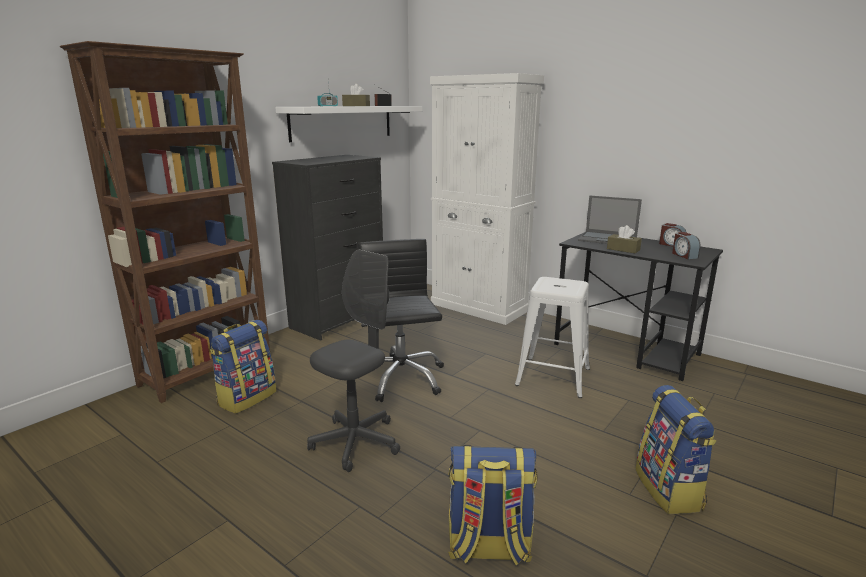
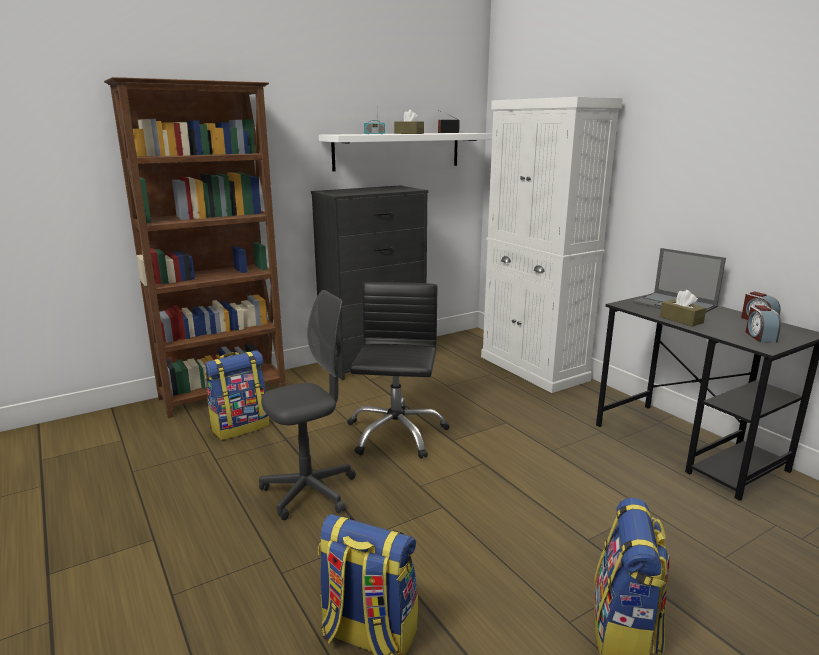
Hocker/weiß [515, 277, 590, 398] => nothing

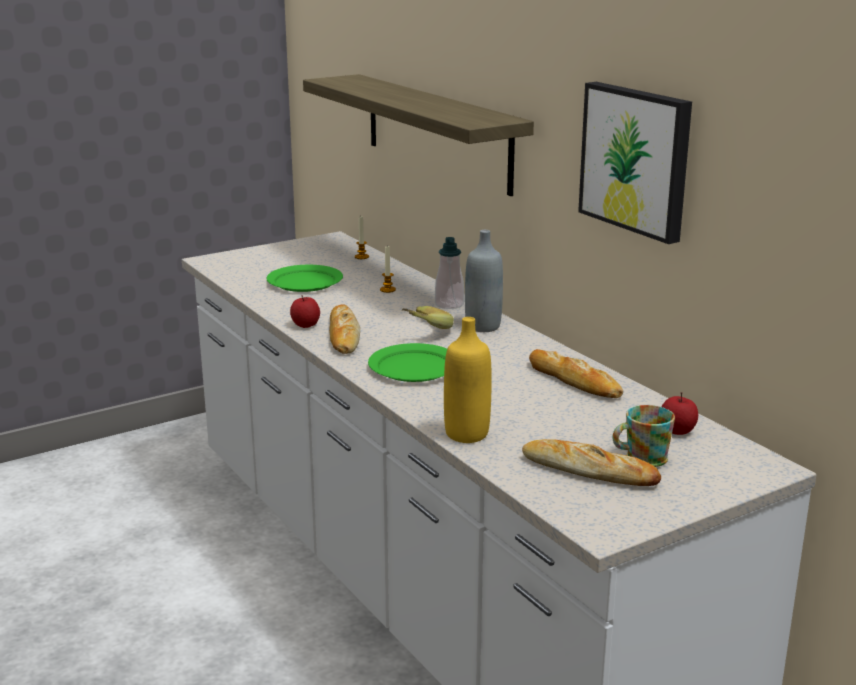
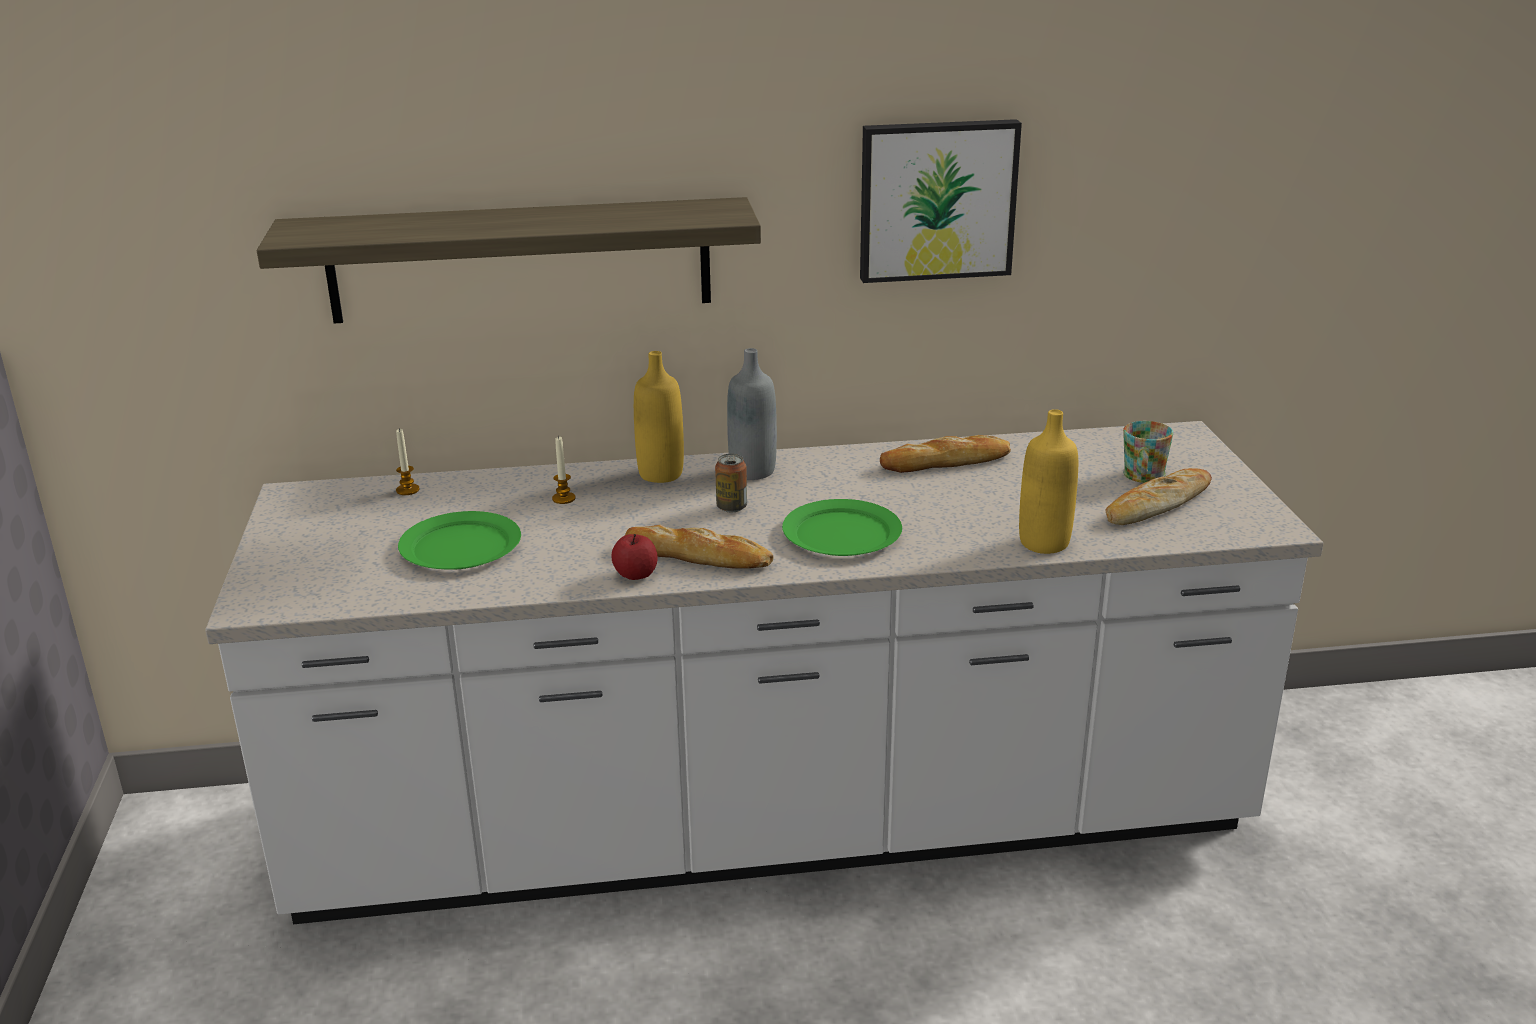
Seifenspender [435, 237, 464, 309] => Flasche/gelb [634, 351, 684, 483]
Banane [402, 306, 454, 329] => Dose [715, 454, 747, 512]
Apfel [662, 392, 698, 435] => nothing

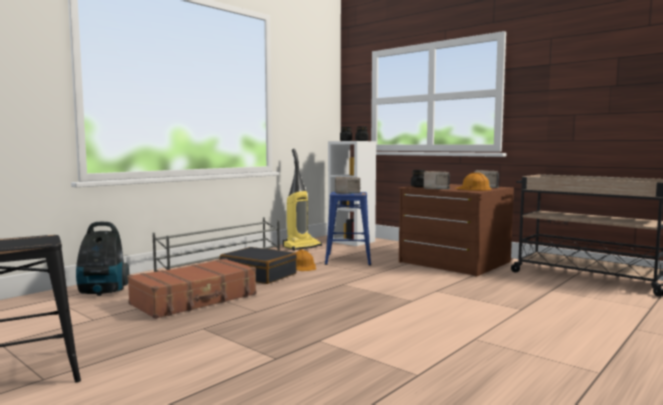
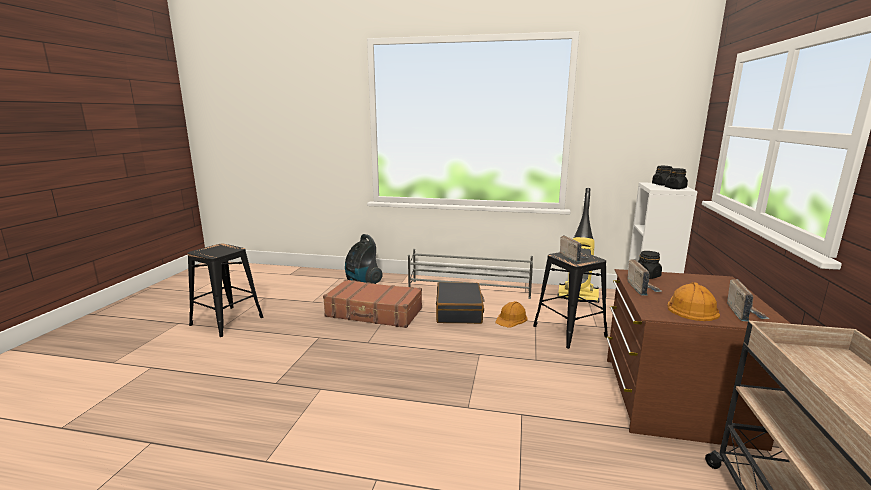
Hocker/blau [325, 192, 371, 265] => Hocker/schwarz [533, 251, 608, 349]

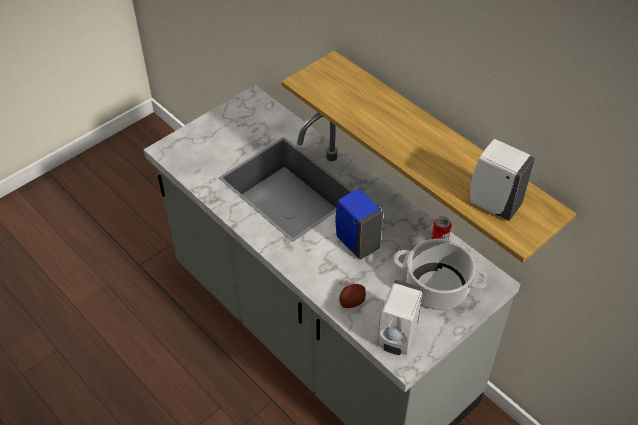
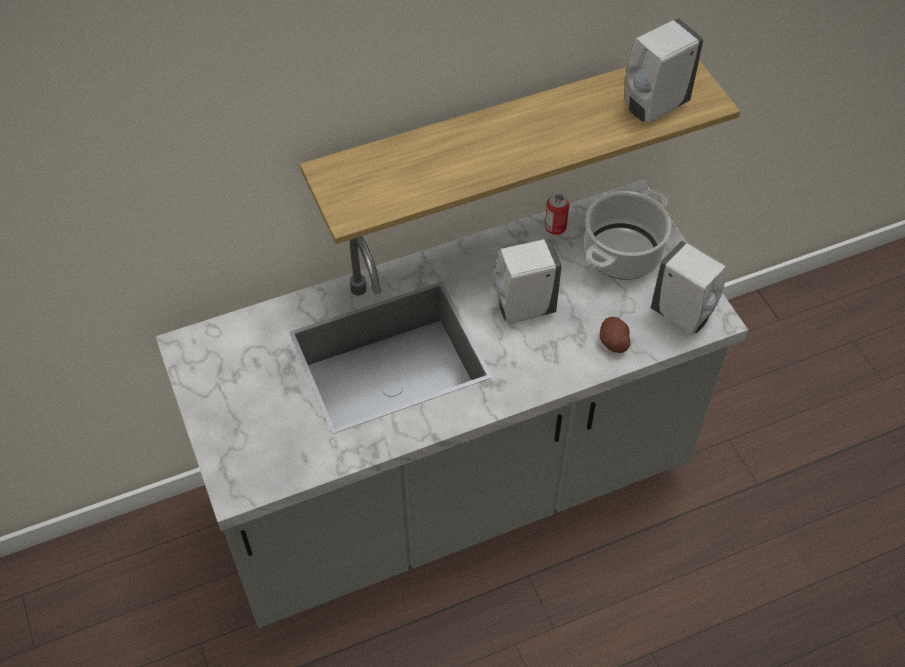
Seifenspender/blau [336, 189, 383, 260] => Seifenspender/weiß [495, 239, 561, 324]

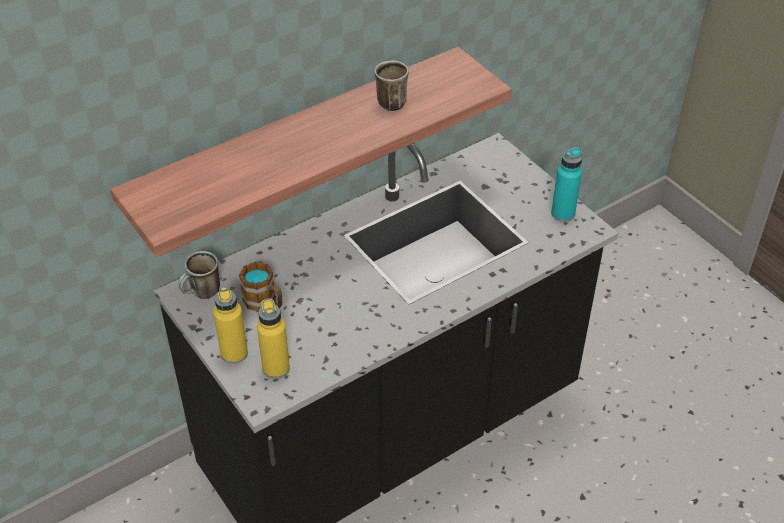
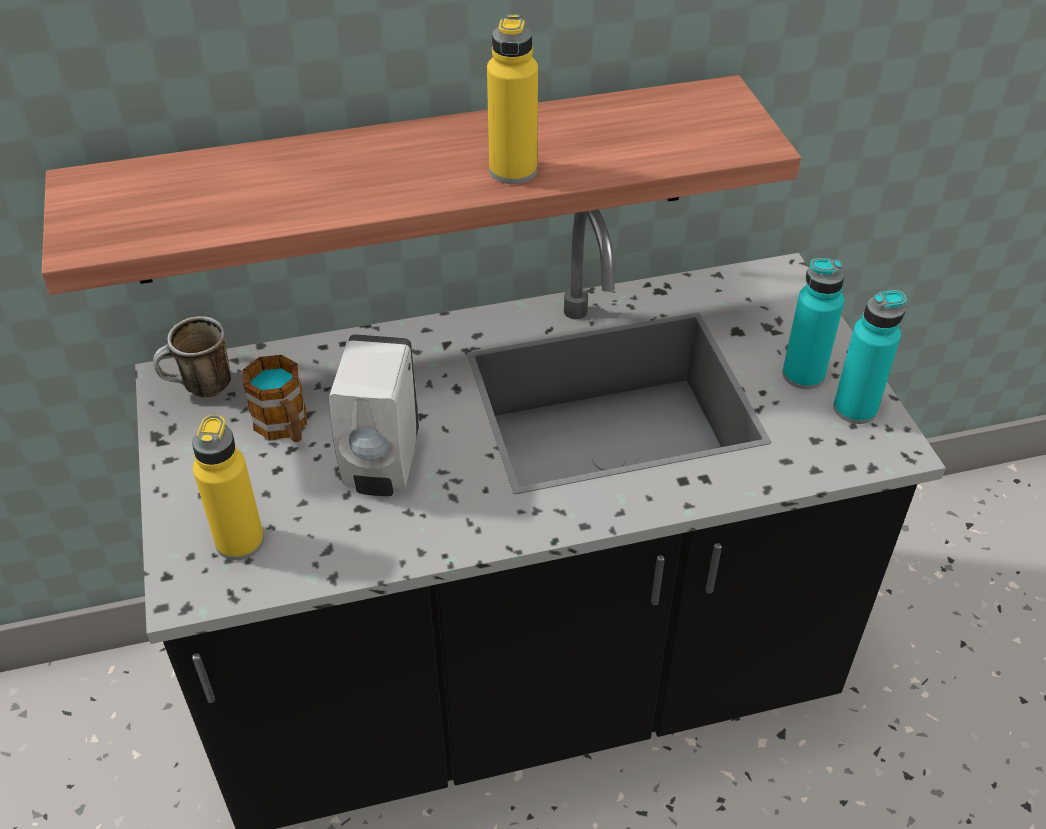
Henkelbecher [374, 60, 409, 111] => nothing
Flasche/gelb [213, 287, 248, 364] => Flasche/gelb [487, 14, 538, 184], move
nothing => Flasche/türkis [782, 258, 844, 389]
nothing => Seifenspender/weiß [329, 334, 419, 496]

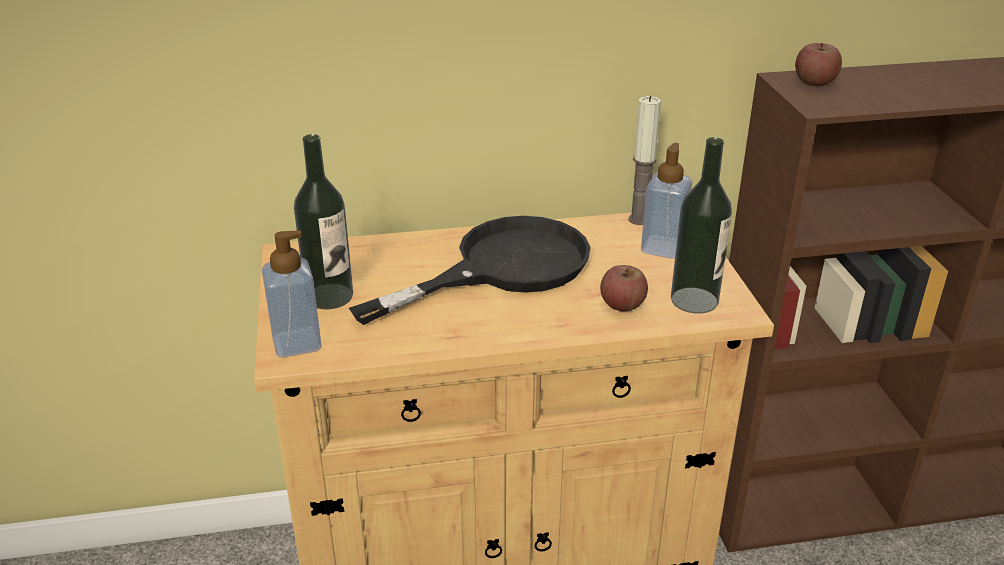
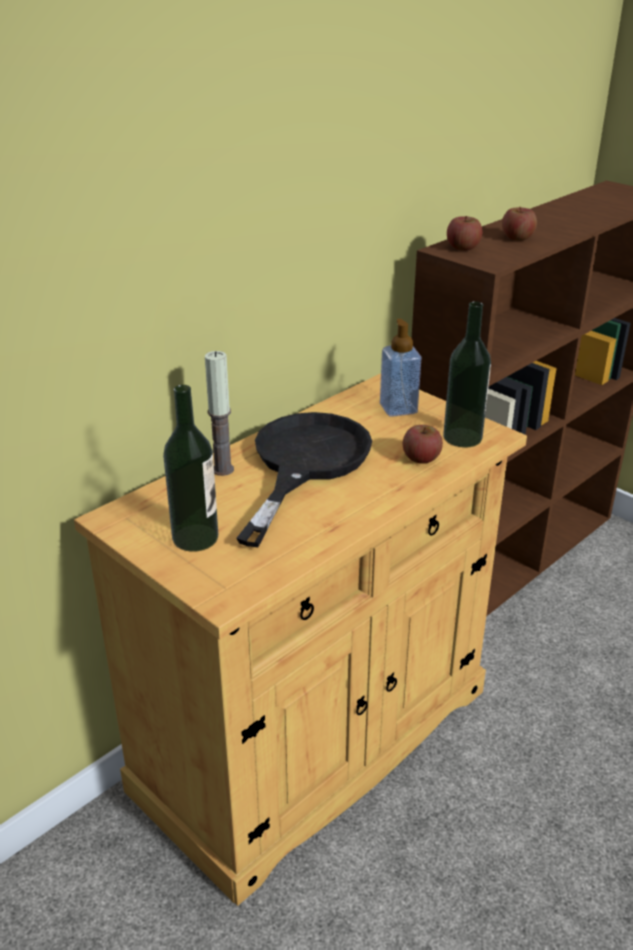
Kerze [628, 96, 661, 225] => Kerze [205, 351, 234, 476], move
Seifenspender [262, 230, 322, 358] => nothing
nothing => Apfel [502, 207, 537, 241]

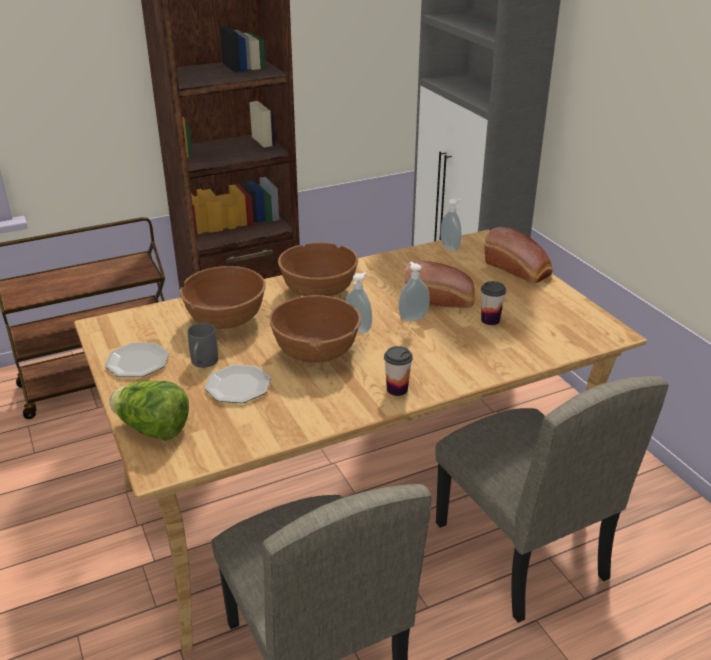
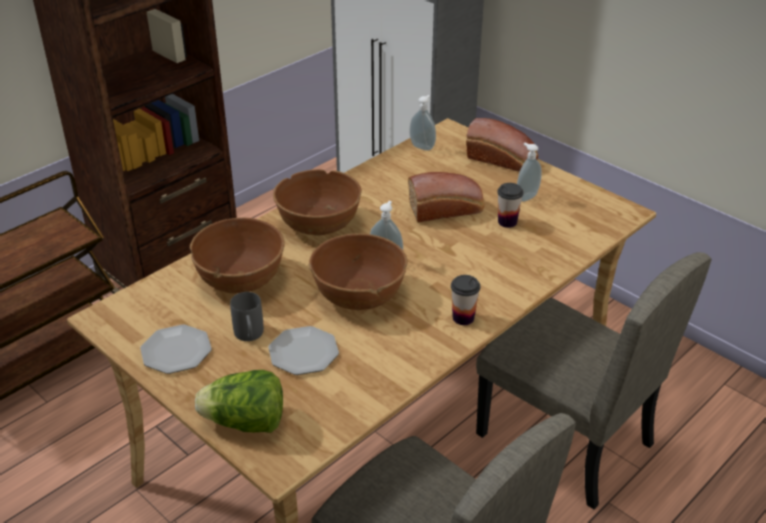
Seifenspender [399, 262, 430, 321] => Seifenspender [517, 143, 542, 202], move

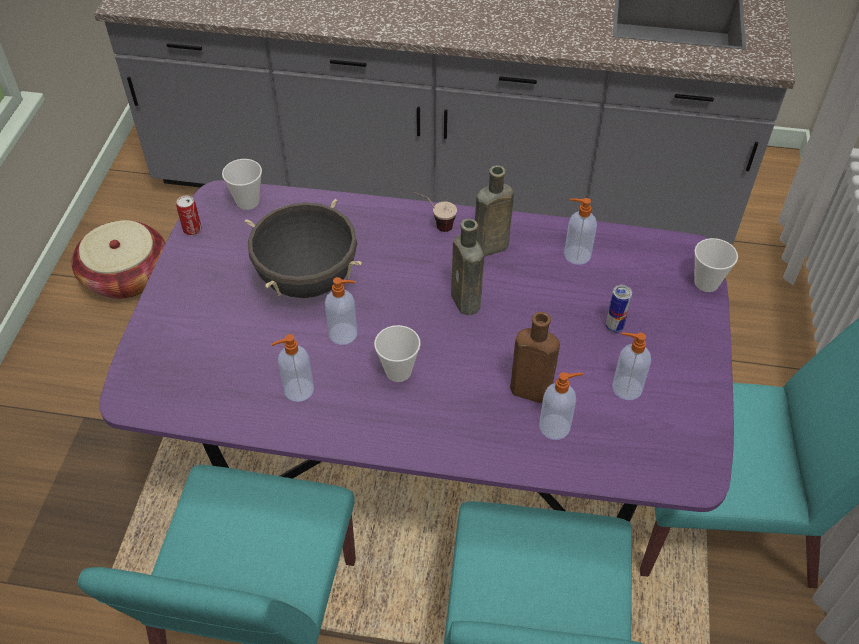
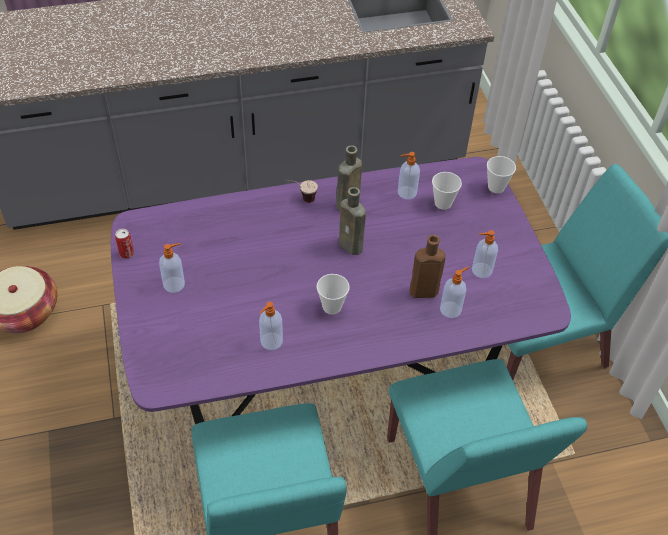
Tasse [222, 159, 262, 210] => Tasse [432, 172, 462, 210], move
Kochtopf/schwarz [245, 199, 362, 298] => nothing
Seifenspender [325, 277, 358, 345] => Seifenspender [159, 243, 185, 293], move
Dose [606, 285, 632, 333] => nothing

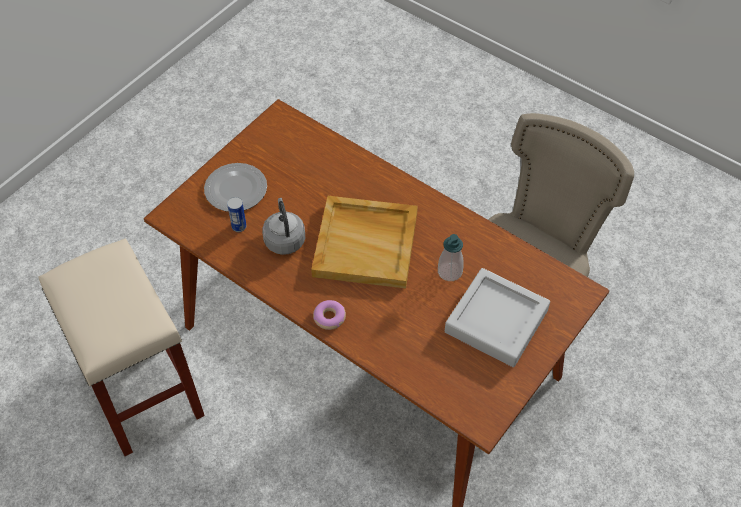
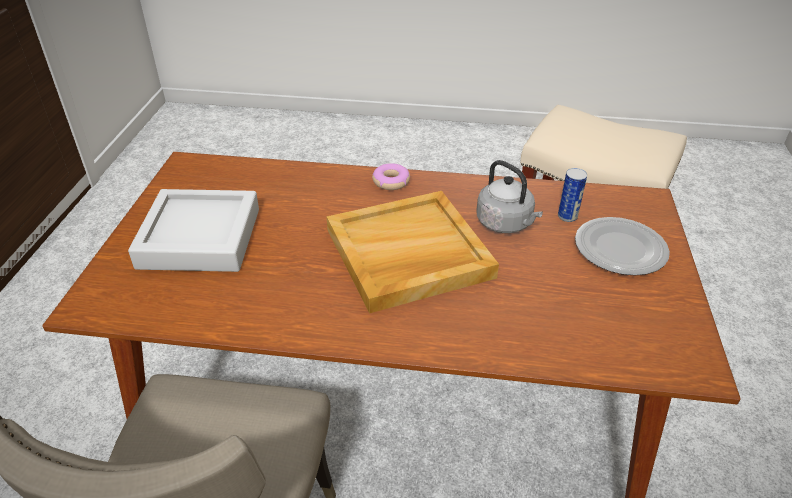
Seifenspender [438, 234, 463, 281] => nothing

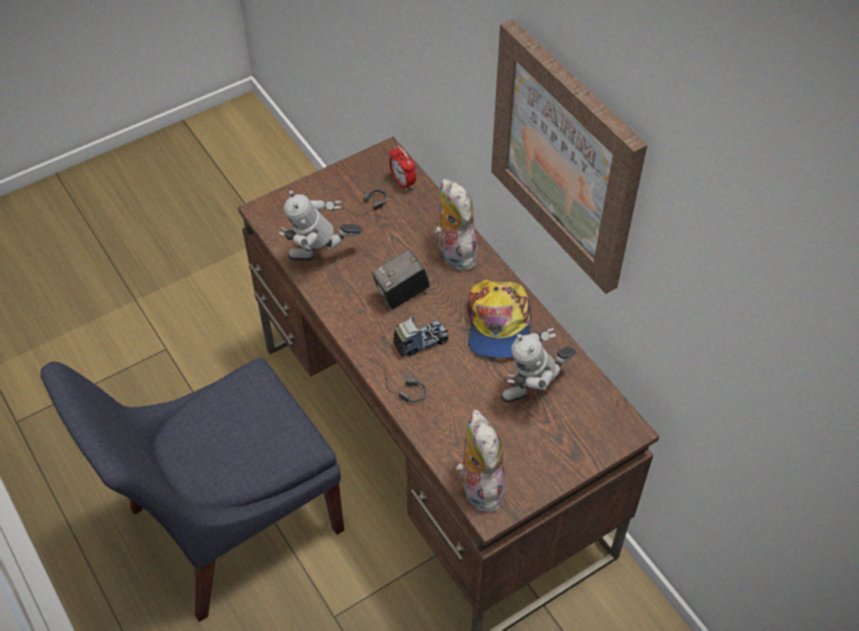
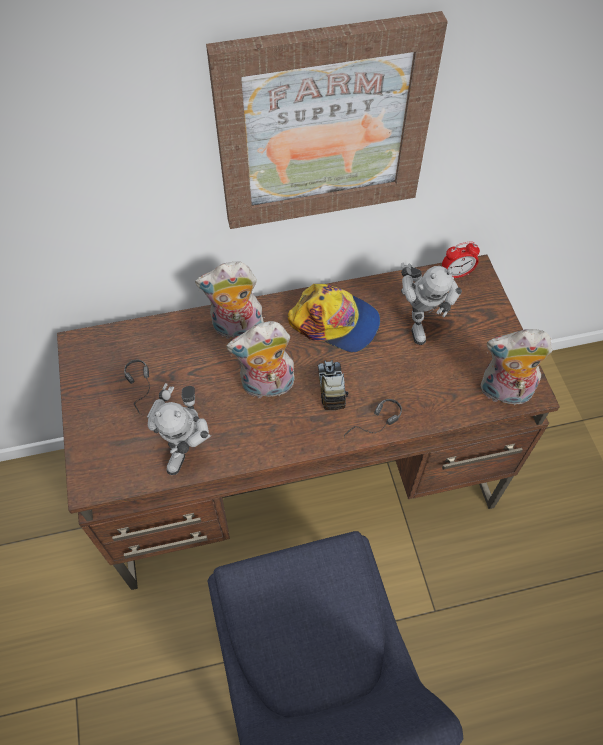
Wecker [389, 146, 416, 191] => Wecker [442, 241, 480, 278], move
Kamera [372, 249, 430, 309] => Plüschtier [226, 321, 295, 400]

